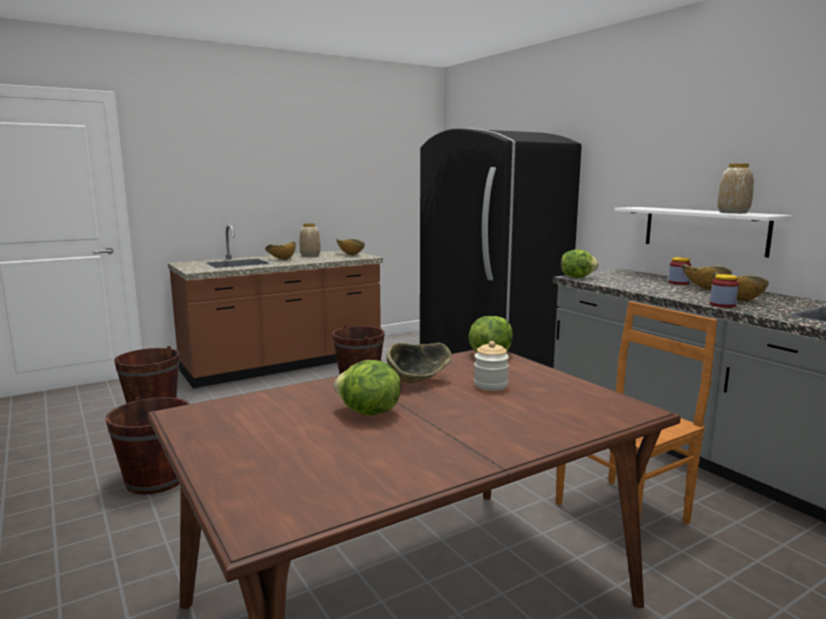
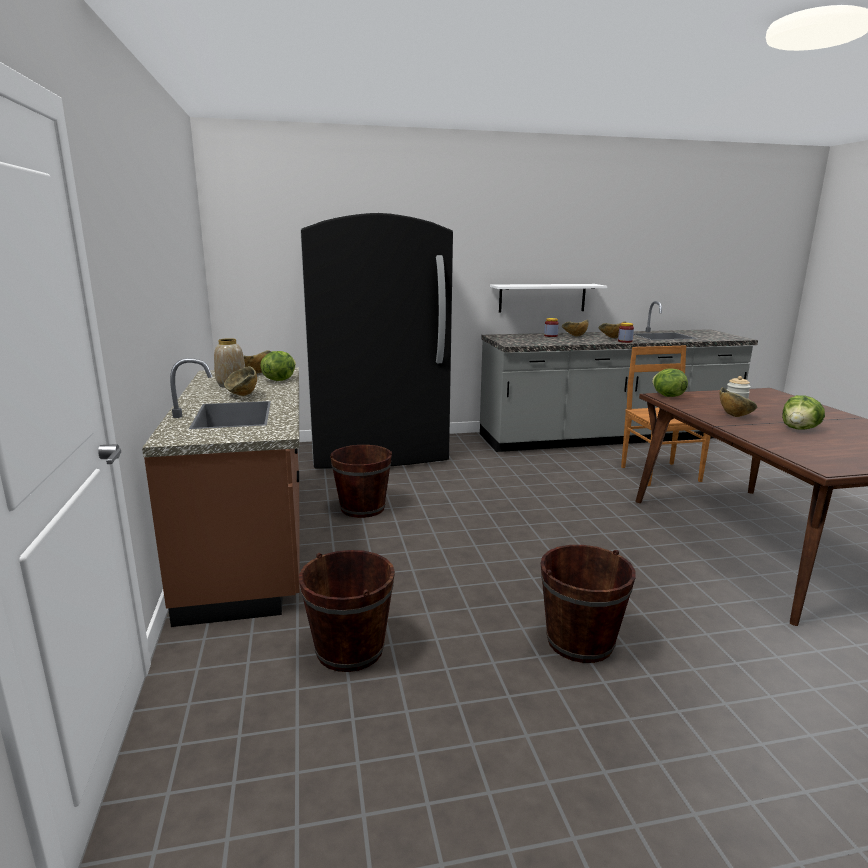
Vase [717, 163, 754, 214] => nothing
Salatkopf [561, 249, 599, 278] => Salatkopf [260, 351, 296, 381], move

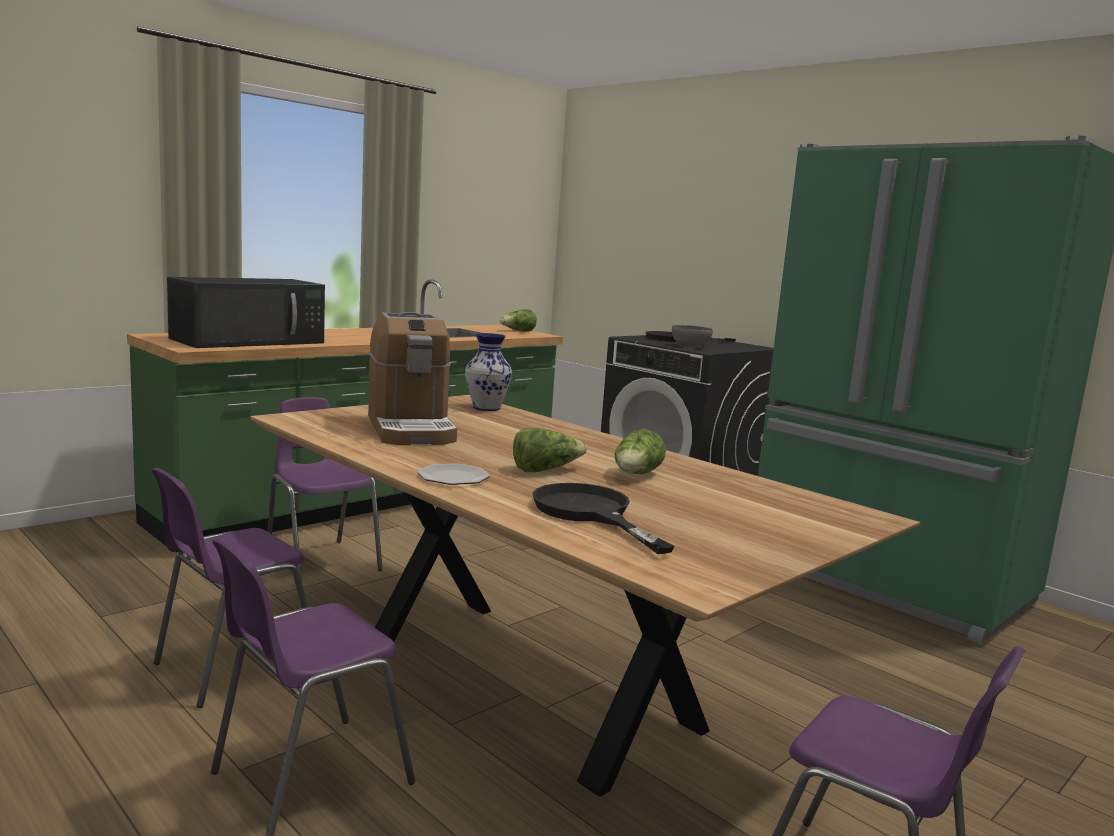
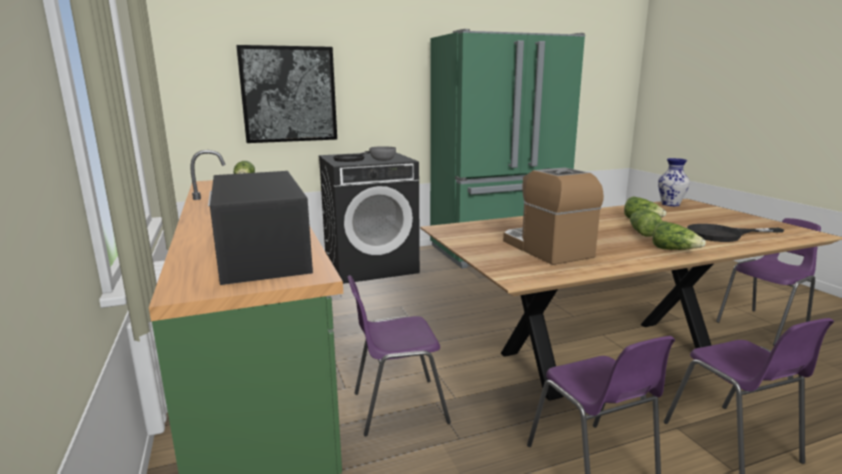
Kaffeemaschine [368, 312, 457, 445] => Kaffeemaschine [503, 167, 604, 265], 120 degrees counterclockwise
Vase [465, 333, 512, 411] => Vase [658, 158, 690, 206], move
Teller [417, 463, 490, 485] => Salatkopf [652, 221, 706, 250]
nothing => Bild [236, 45, 337, 143]

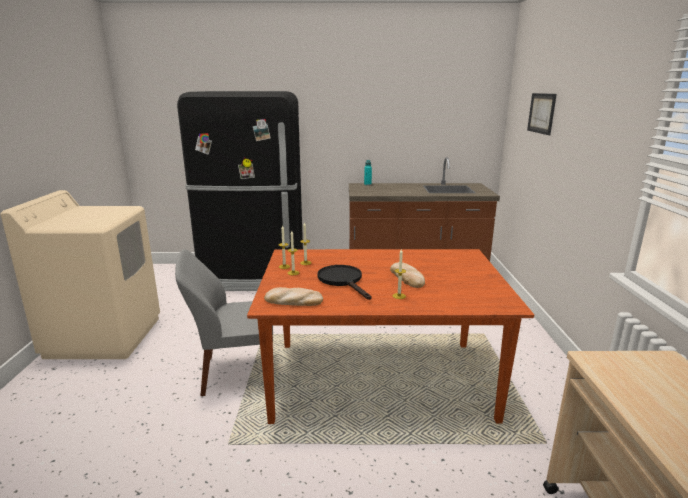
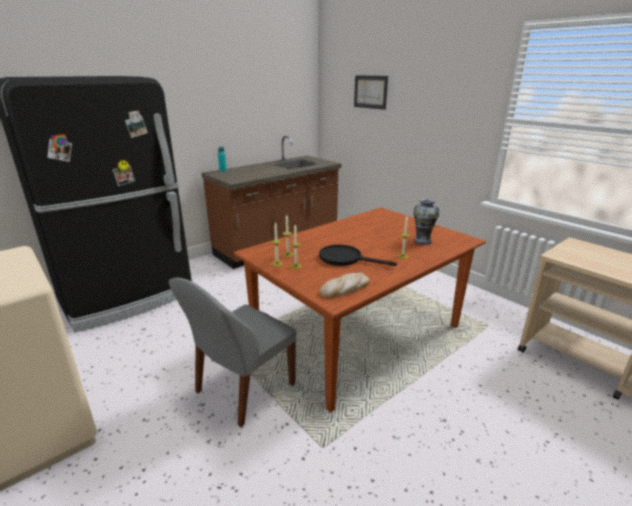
Brot [390, 262, 425, 288] => nothing
nothing => Vase [413, 199, 439, 245]

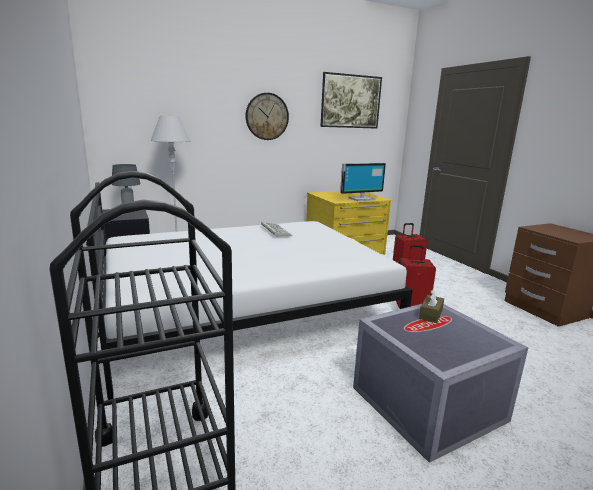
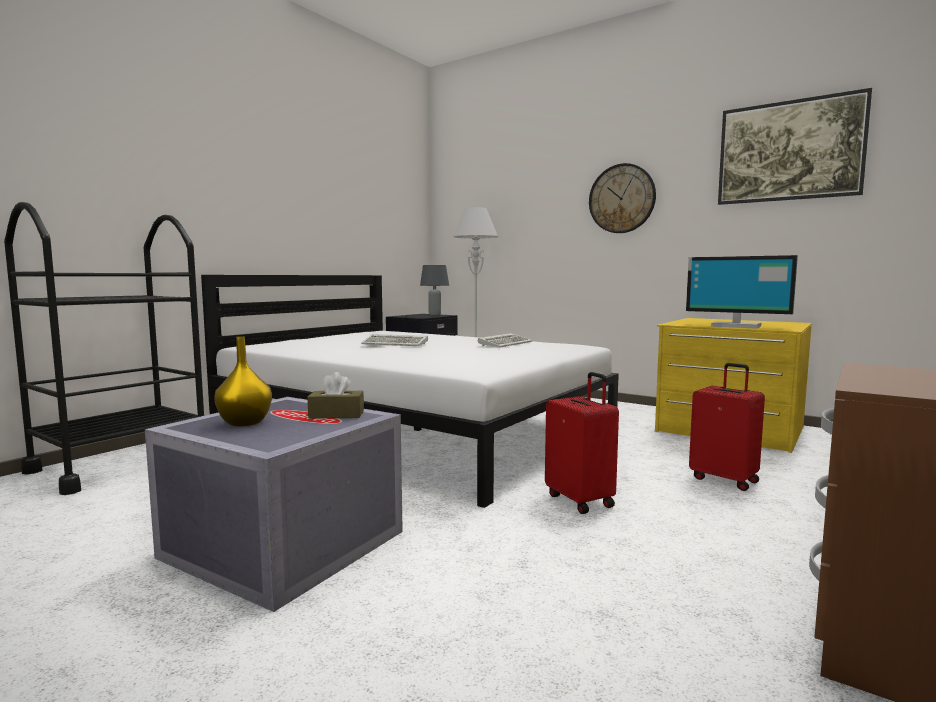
nothing => Tastatur [361, 334, 428, 346]
nothing => Vase/gelb [214, 336, 272, 426]

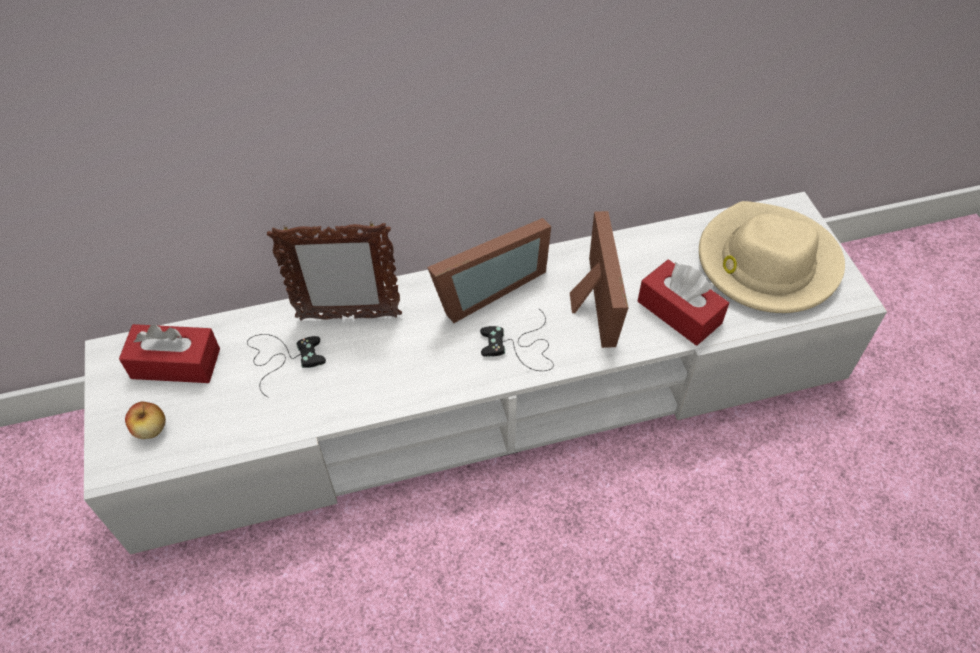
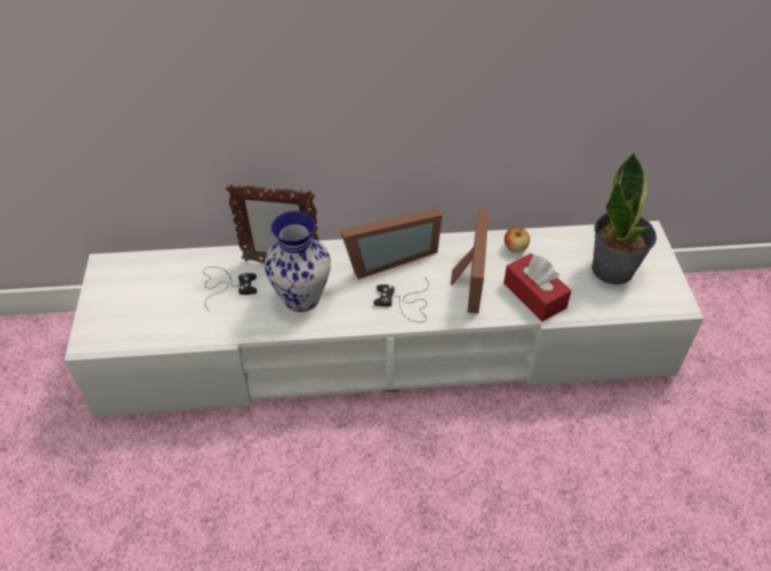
Hut/beige [699, 201, 845, 313] => Topfpflanze [592, 152, 657, 285]
Taschentuchbox/rot [119, 324, 220, 383] => nothing
Apfel [125, 401, 166, 439] => Apfel [504, 227, 530, 252], move
nothing => Vase [264, 211, 331, 312]

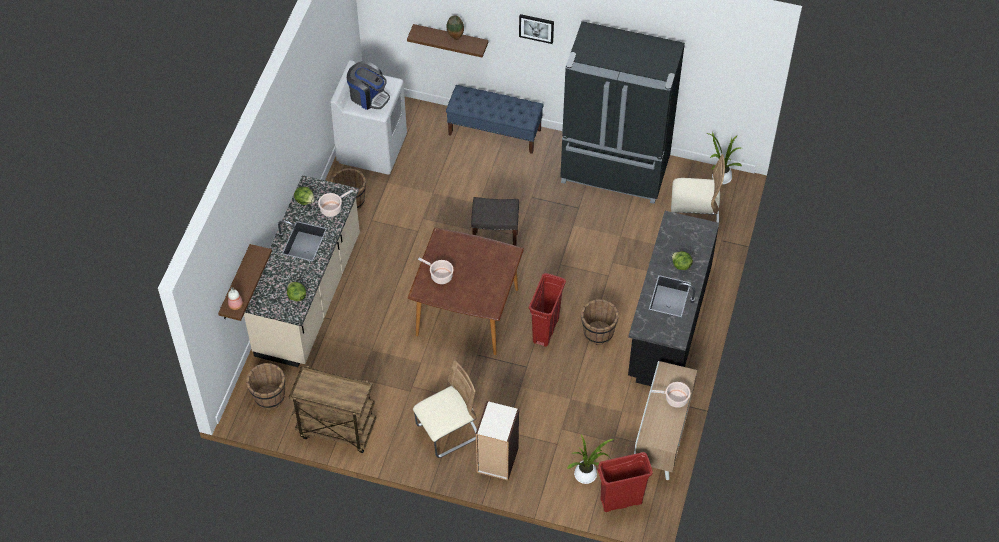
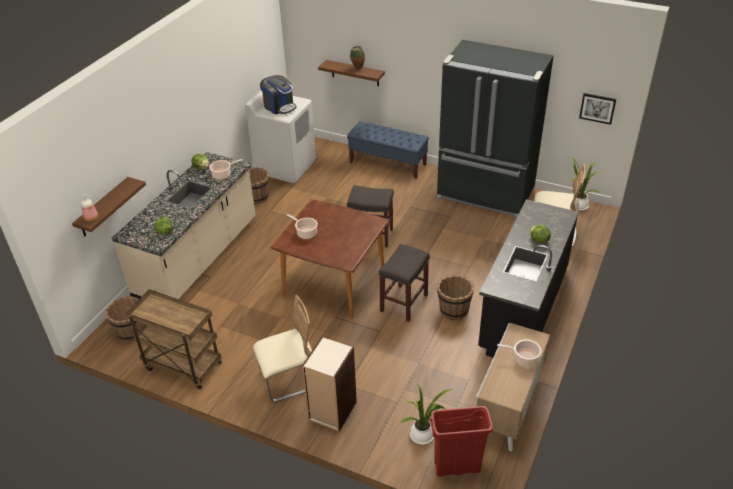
Bild [519, 14, 554, 44] => Bild [579, 93, 616, 125], move
Mülleimer/rot [529, 273, 566, 347] => Hocker/grau [379, 244, 430, 322]

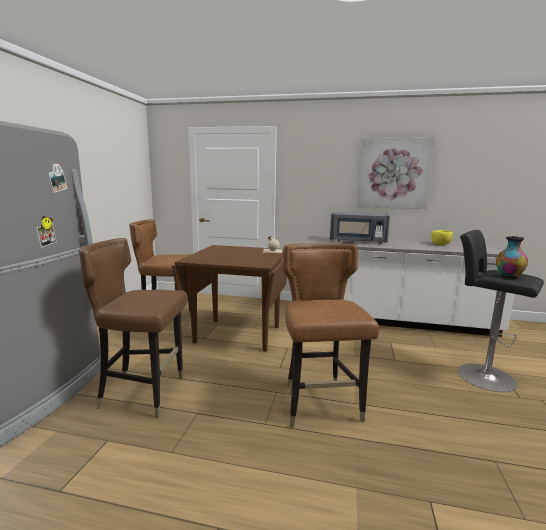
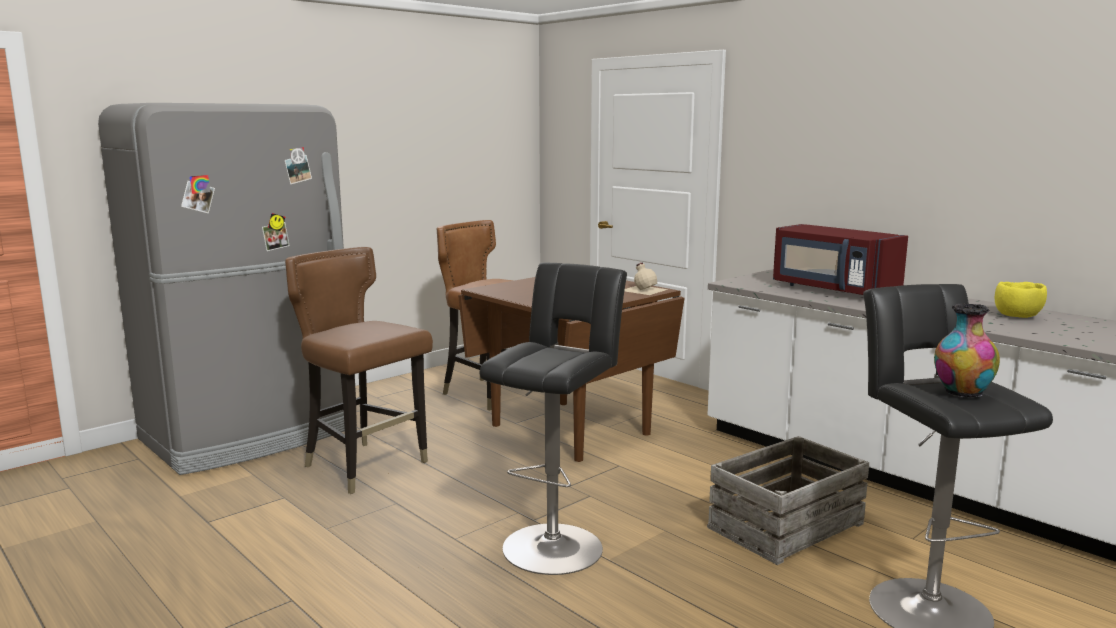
Bild [357, 137, 435, 209] => nothing
Mikrowelle/grau [330, 212, 390, 244] => Mikrowelle/rot [773, 224, 908, 295]
Stuhl/braun [282, 244, 379, 427] => Hocker/schwarz [479, 263, 627, 575]
nothing => Kiste [707, 436, 869, 565]

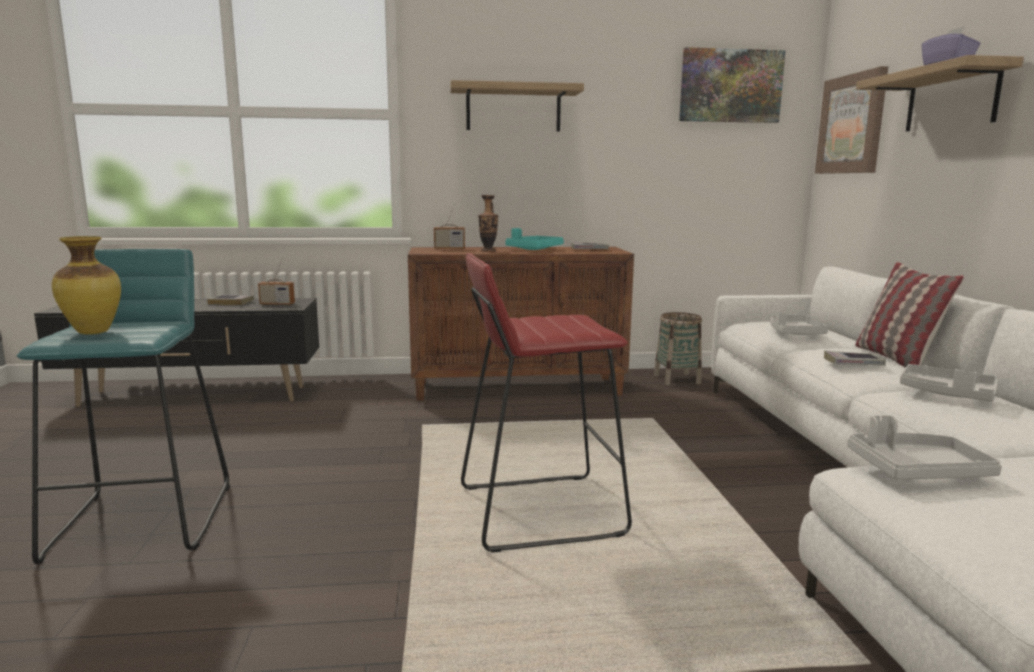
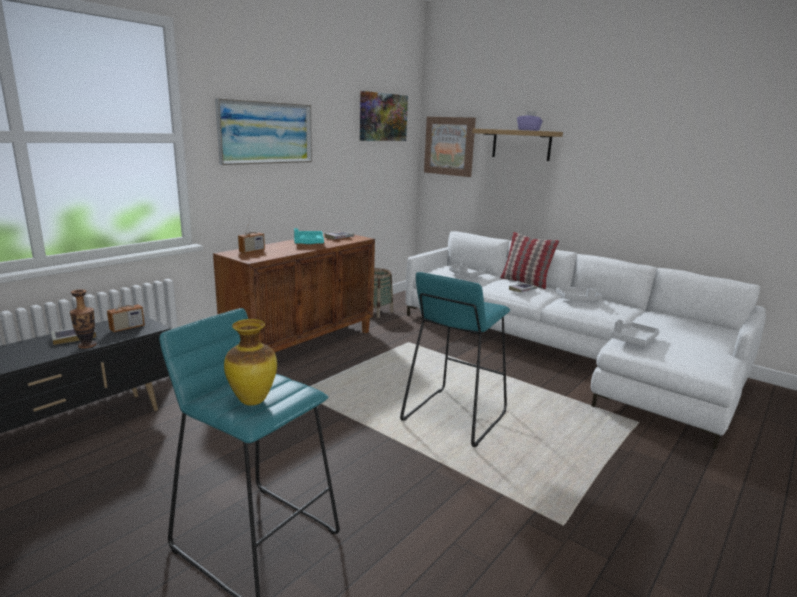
Wandregal [450, 80, 584, 132] => Bild [215, 98, 312, 165]
Vase [478, 195, 498, 252] => Vase [70, 289, 97, 349], move
Hocker/rot [461, 253, 632, 553] => Hocker/türkis [400, 272, 510, 447]

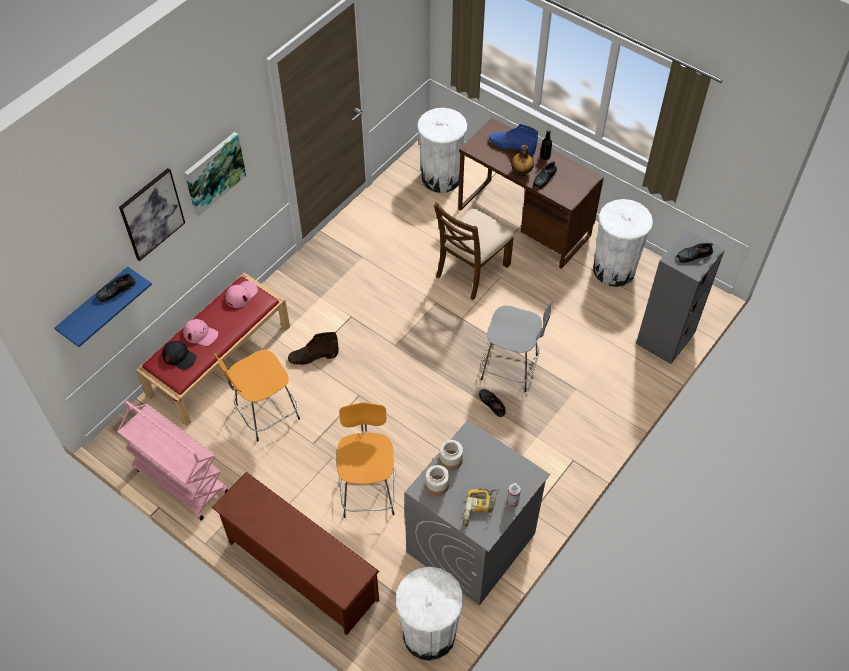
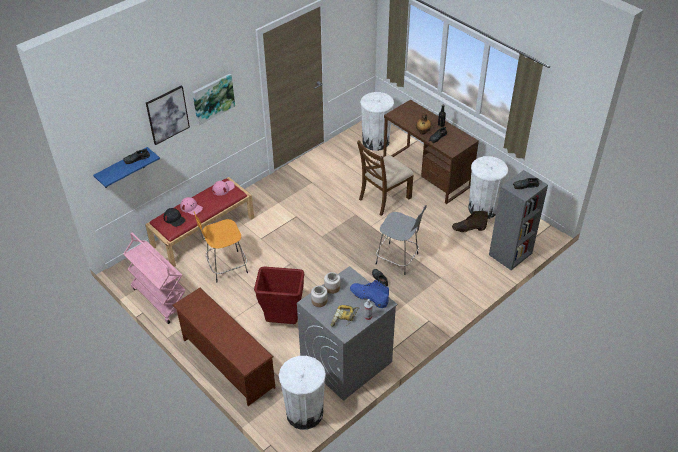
Stiefel/blau [489, 124, 538, 156] => Stiefel/blau [350, 280, 389, 308], move
Stiefel/braun [288, 332, 339, 365] => Stiefel/braun [452, 211, 488, 232], move
Hocker/orange [337, 403, 395, 518] => Mülleimer/rot [254, 266, 304, 324]

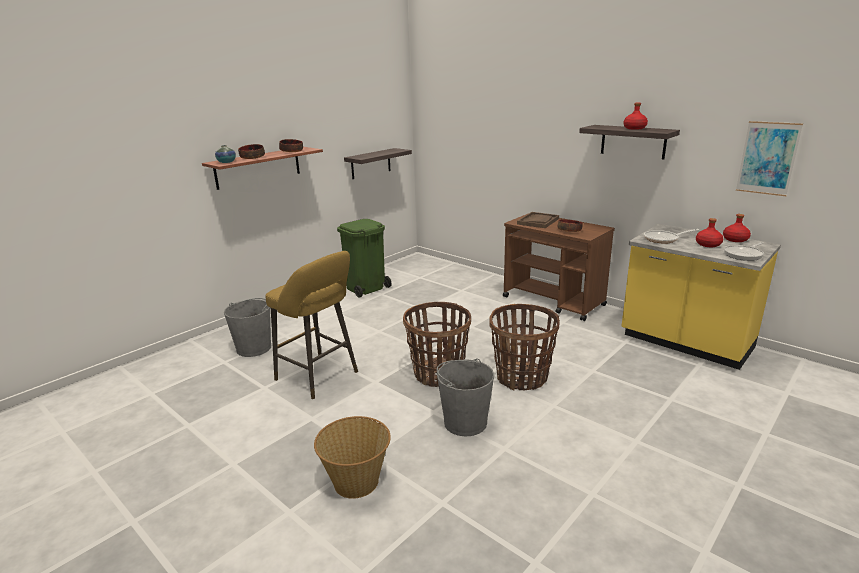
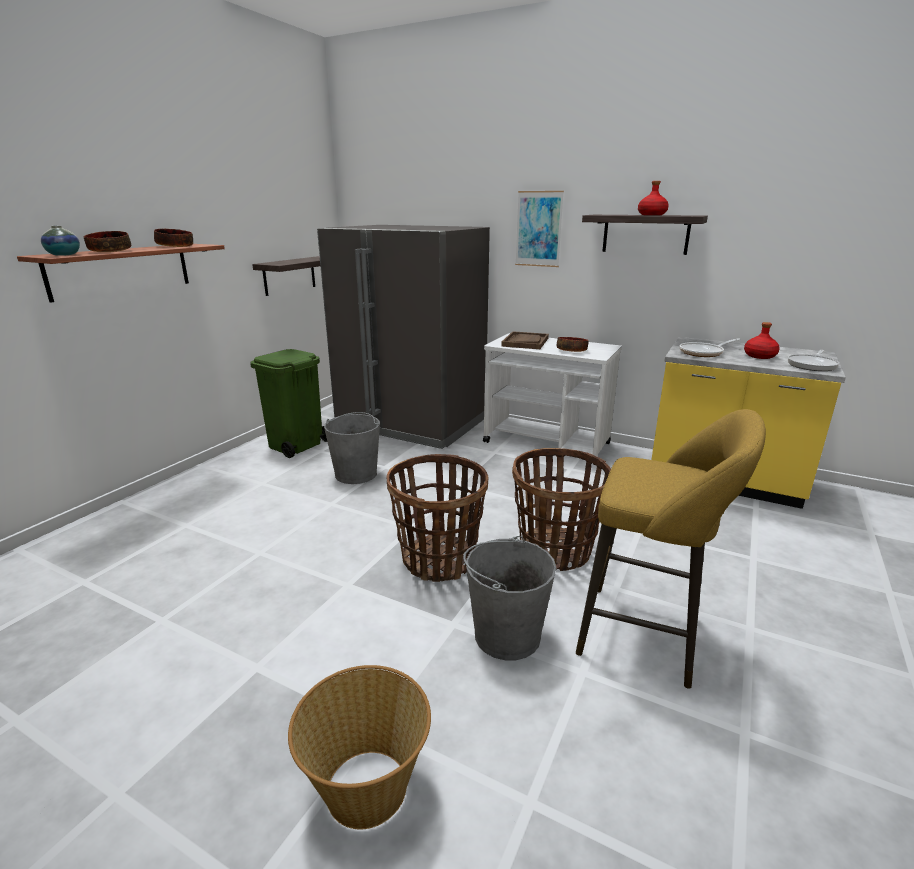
Bild [736, 121, 803, 196] => Bild [515, 191, 564, 267], move
Rollwagen/braun [503, 214, 615, 321] => Rollwagen/weiß [483, 333, 622, 456]
Flasche/rot [723, 214, 751, 242] => nothing
Hocker/gelb [265, 251, 358, 399] => Hocker/gelb [576, 409, 766, 688], move
Eimer/grau [224, 298, 271, 357] => Eimer/grau [324, 412, 380, 484], move
nothing => Kühlschrank/grau [317, 225, 490, 449]

